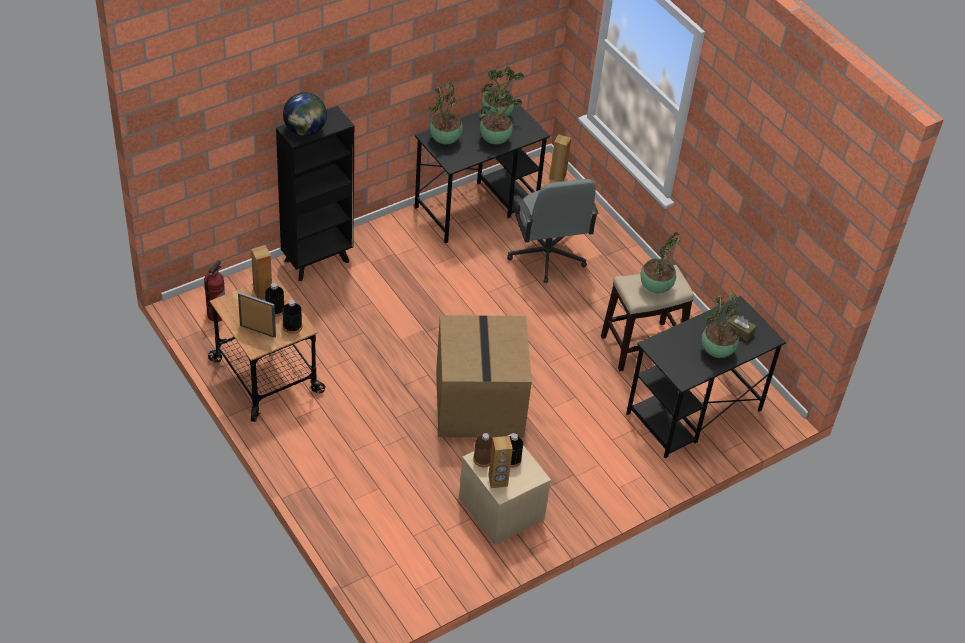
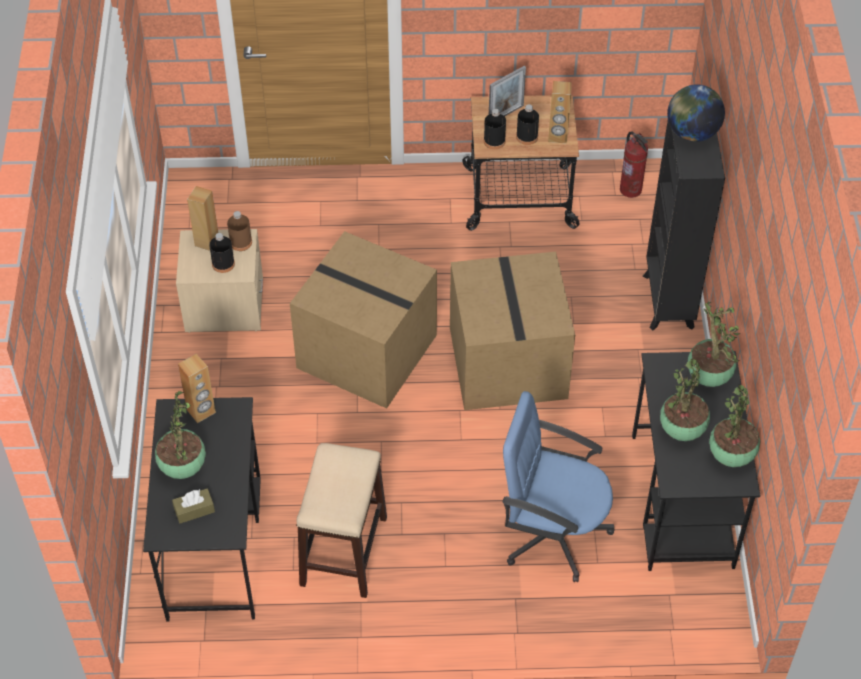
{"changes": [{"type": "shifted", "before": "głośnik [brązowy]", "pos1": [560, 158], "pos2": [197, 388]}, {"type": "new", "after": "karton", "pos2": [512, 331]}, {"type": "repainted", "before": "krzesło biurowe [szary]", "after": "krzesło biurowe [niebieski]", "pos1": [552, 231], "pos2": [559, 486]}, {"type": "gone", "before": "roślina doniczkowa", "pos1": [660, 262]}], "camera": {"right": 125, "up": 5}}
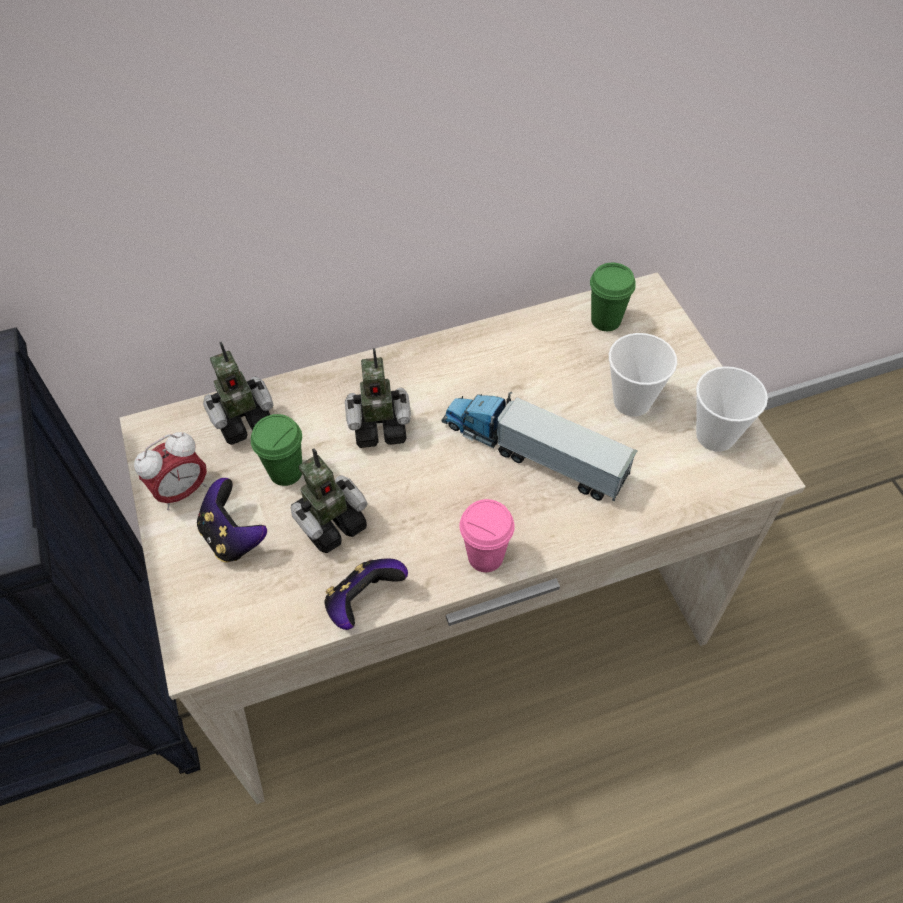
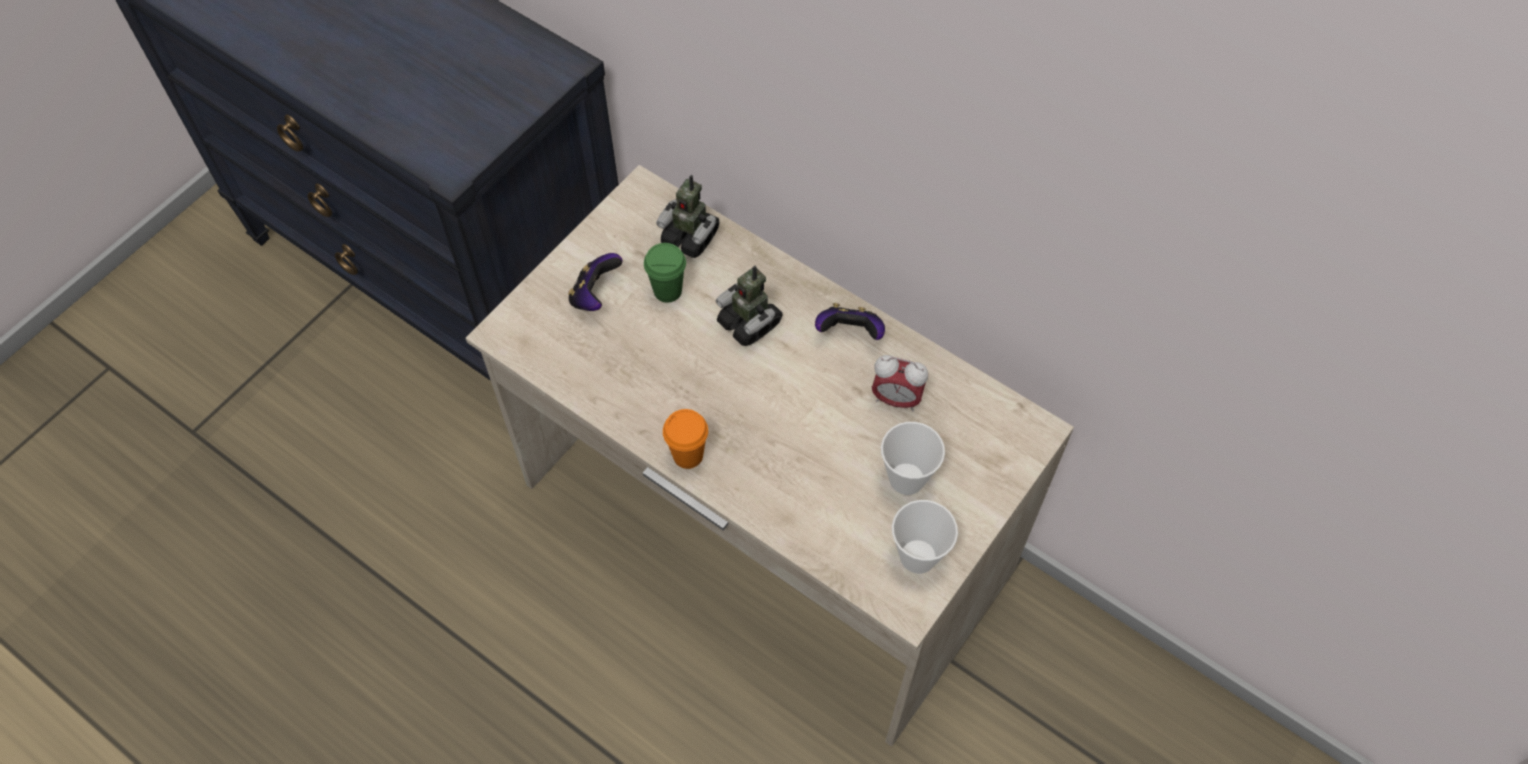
{"changes": [{"type": "repainted", "before": "filiżanka [różowy]", "after": "filiżanka [pomarańczowy]", "pos1": [487, 535], "pos2": [685, 439]}, {"type": "shifted", "before": "pad do gier", "pos1": [366, 594], "pos2": [850, 321]}, {"type": "shifted", "before": "budzik", "pos1": [170, 471], "pos2": [900, 383]}, {"type": "gone", "before": "robot zabawkowy", "pos1": [329, 501]}, {"type": "gone", "before": "ciężarówka zabawkowa", "pos1": [540, 446]}, {"type": "gone", "before": "filiżanka [zielony]", "pos1": [613, 297]}], "camera": {"right": 55, "up": 5}}
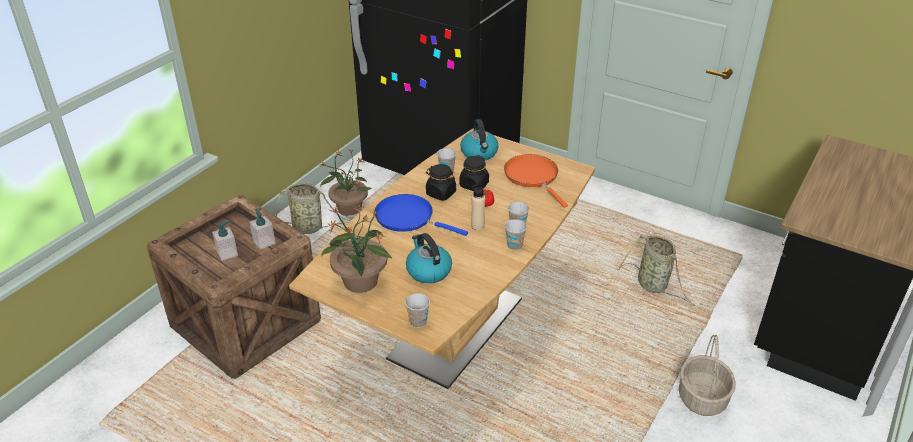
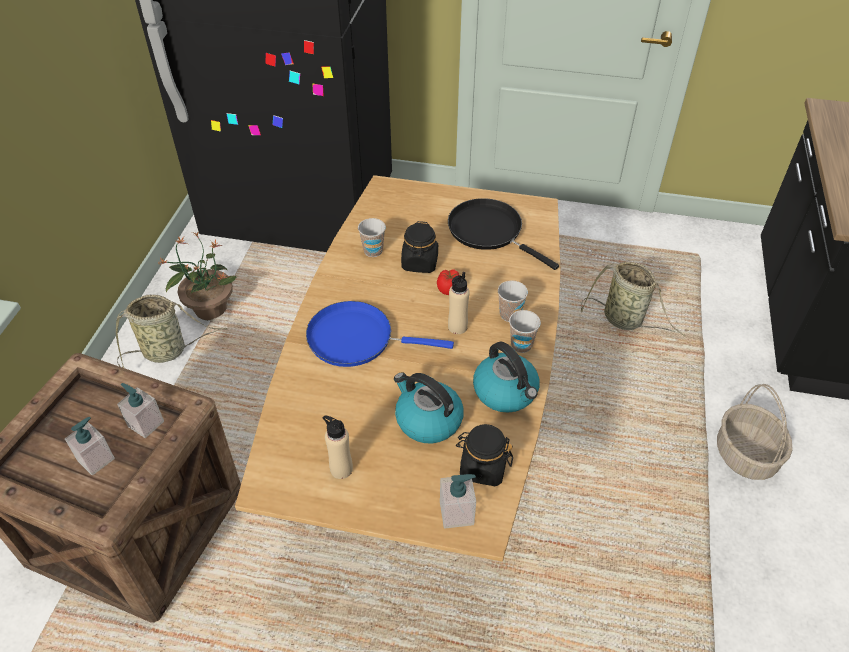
{"changes": [{"type": "swapped", "before": "roślina doniczkowa", "after": "butelka [beżowy]", "pos1": [356, 248], "pos2": [338, 447]}, {"type": "swapped", "before": "filiżanka", "after": "dozownik mydła", "pos1": [417, 310], "pos2": [458, 501]}, {"type": "repainted", "before": "patelnia [pomarańczowy]", "after": "patelnia [czarny]", "pos1": [536, 181], "pos2": [503, 234]}, {"type": "shifted", "before": "słoik [czarny]", "pos1": [441, 182], "pos2": [484, 455]}, {"type": "shifted", "before": "czajnik", "pos1": [479, 139], "pos2": [506, 377]}], "camera": {"right": -20, "up": 10}}
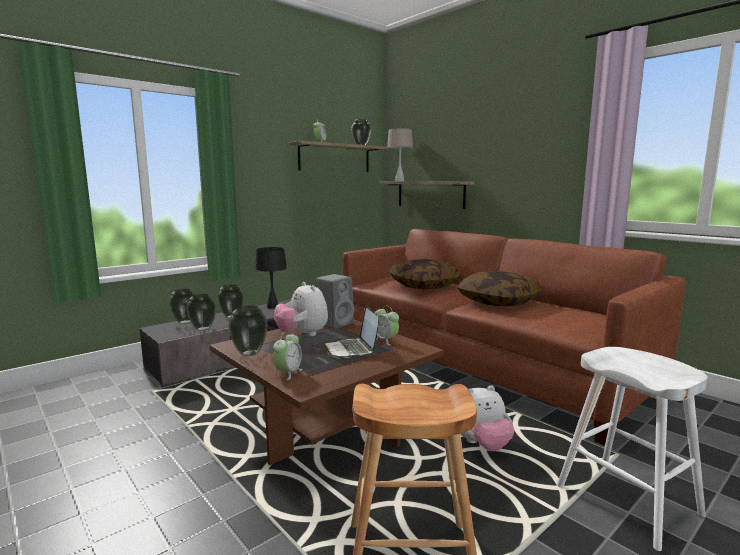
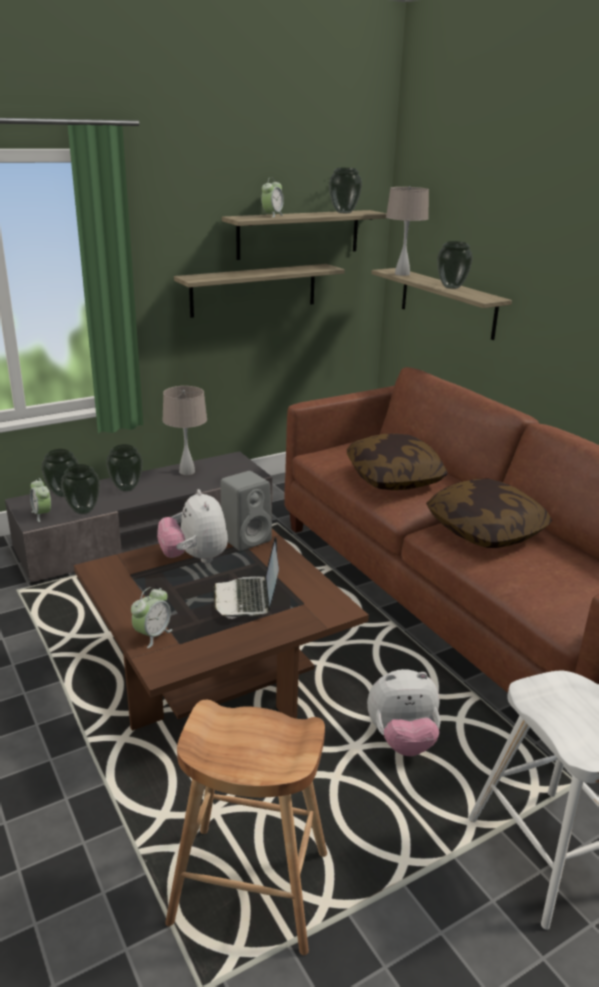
{"changes": [{"type": "shifted", "before": "budzik", "pos1": [387, 325], "pos2": [40, 500]}, {"type": "repainted", "before": "lampa stołowa [czarny]", "after": "lampa stołowa [beżowy]", "pos1": [271, 278], "pos2": [184, 430]}, {"type": "new", "after": "półka", "pos2": [259, 291]}, {"type": "shifted", "before": "wazon", "pos1": [248, 330], "pos2": [455, 265]}], "camera": {"right": 10, "up": 15}}
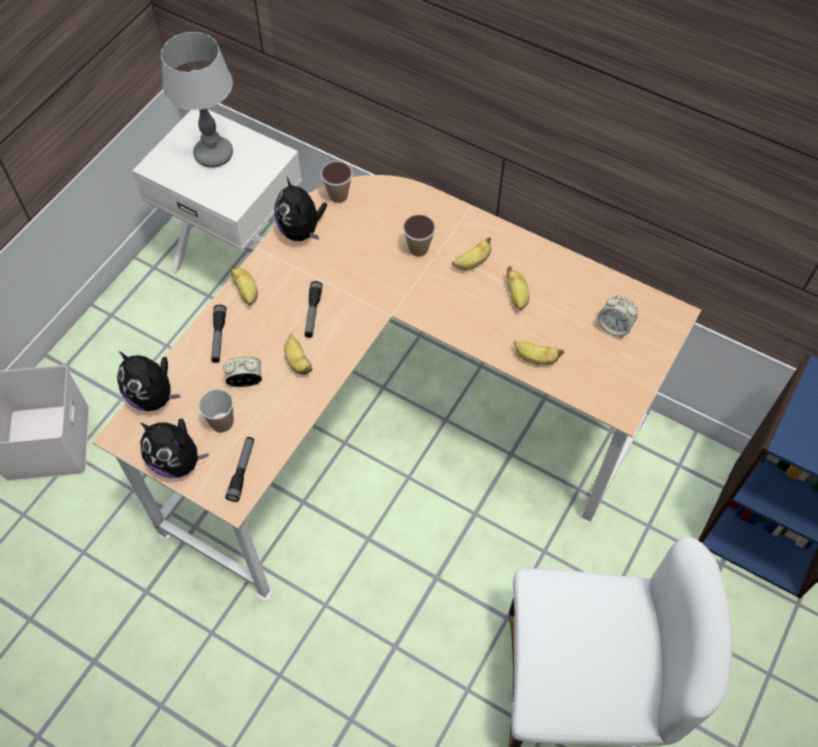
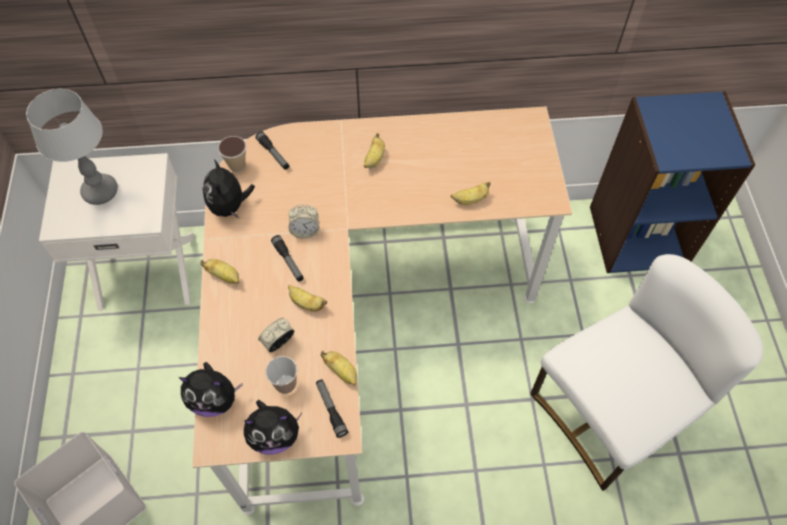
{"changes": [{"type": "rotated", "before": "pluszak", "pos1": [300, 208], "pos2": [228, 188], "turn": 45}, {"type": "shifted", "before": "latarka", "pos1": [218, 334], "pos2": [272, 150]}, {"type": "shifted", "before": "budzik", "pos1": [618, 316], "pos2": [303, 221]}, {"type": "shifted", "before": "banan", "pos1": [517, 288], "pos2": [339, 368]}, {"type": "gone", "before": "filiżanka", "pos1": [419, 235]}], "camera": {"right": -35, "up": 0}}
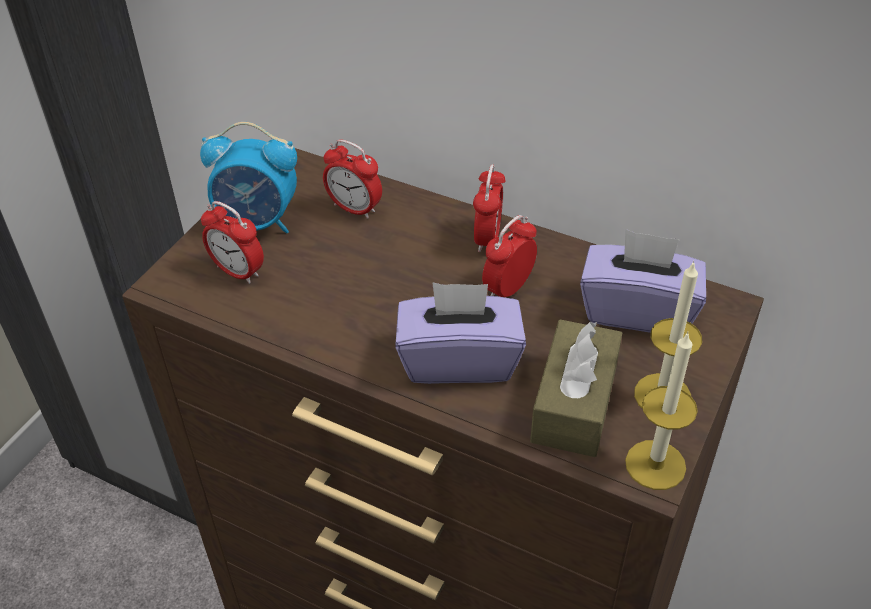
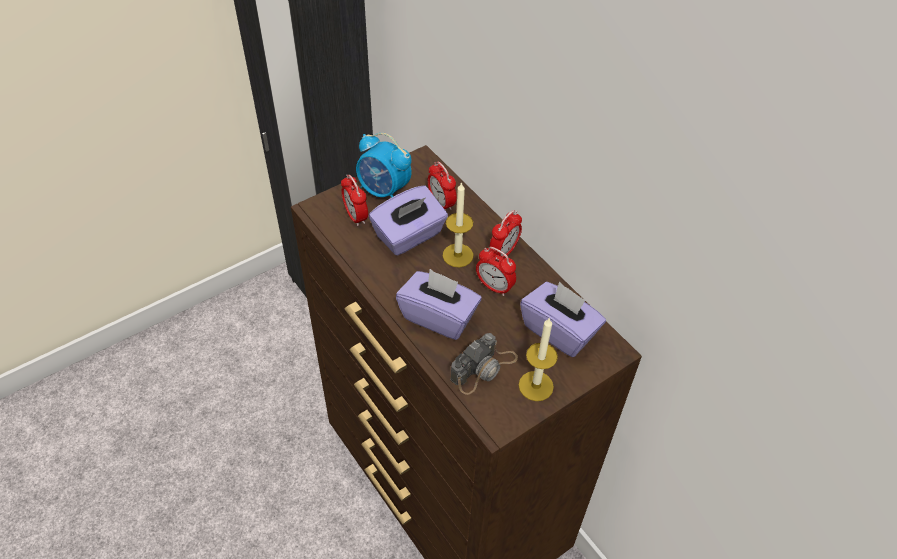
{"changes": [{"type": "new", "after": "pudełko chusteczek [fioletowy]", "pos2": [408, 220]}, {"type": "shifted", "before": "świeca", "pos1": [661, 410], "pos2": [457, 224]}, {"type": "swapped", "before": "pudełko chusteczek [brązowy]", "after": "aparat fotograficzny", "pos1": [576, 388], "pos2": [484, 364]}, {"type": "rotated", "before": "budzik", "pos1": [509, 256], "pos2": [496, 271], "turn": -120}], "camera": {"right": 25, "up": 5}}
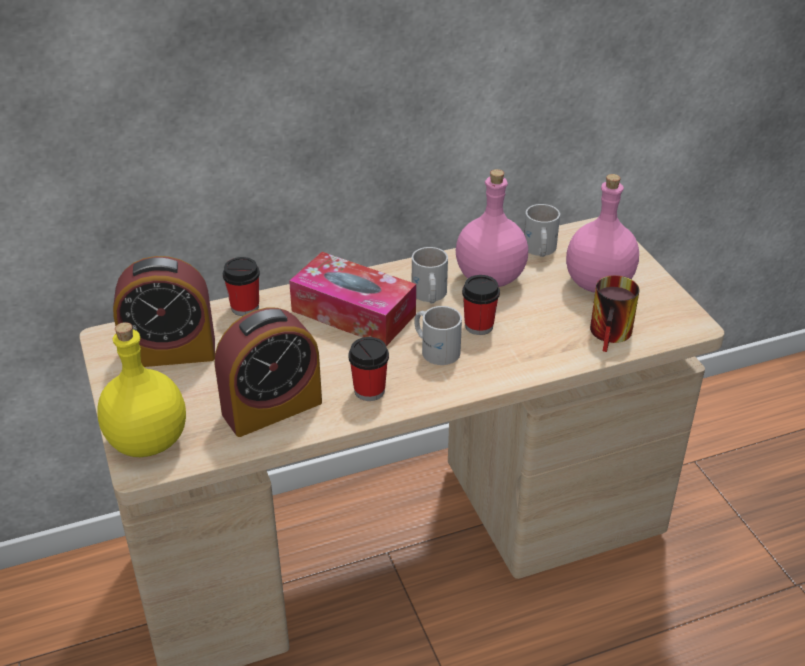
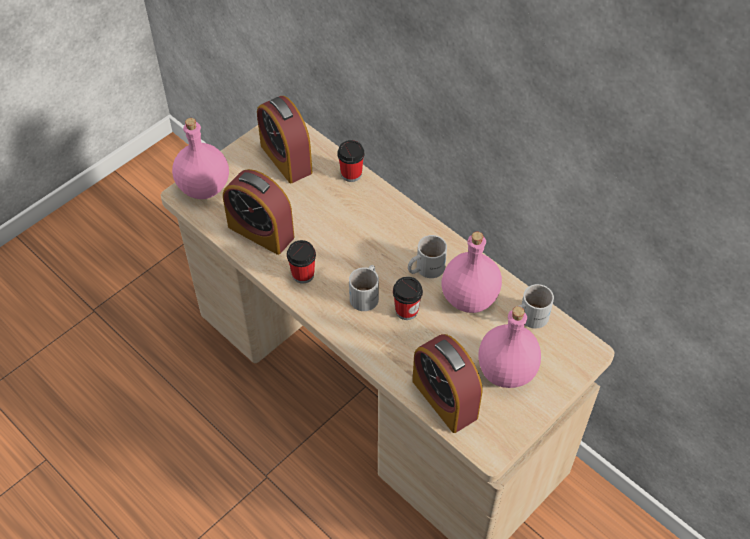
{"changes": [{"type": "repainted", "before": "butelka [żółty]", "after": "butelka [różowy]", "pos1": [141, 389], "pos2": [200, 158]}, {"type": "swapped", "before": "kubek", "after": "budzik", "pos1": [614, 313], "pos2": [447, 383]}, {"type": "gone", "before": "pudełko chusteczek", "pos1": [352, 299]}], "camera": {"right": 65, "up": 15}}
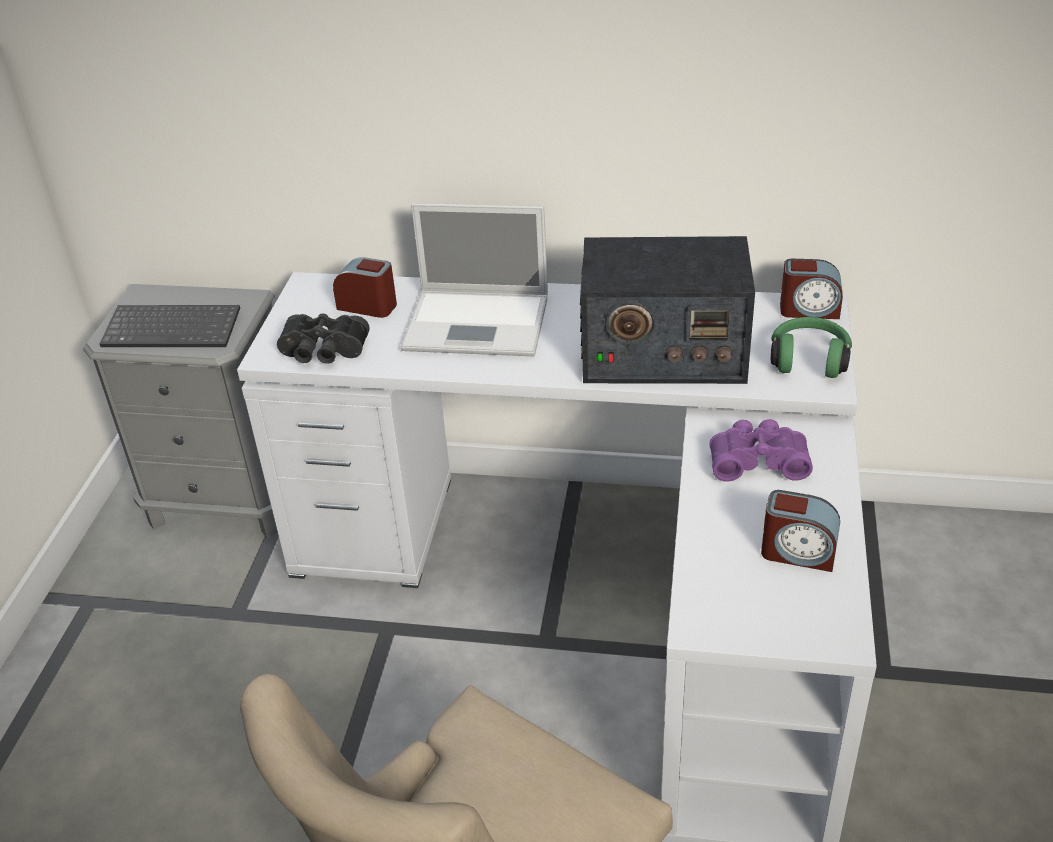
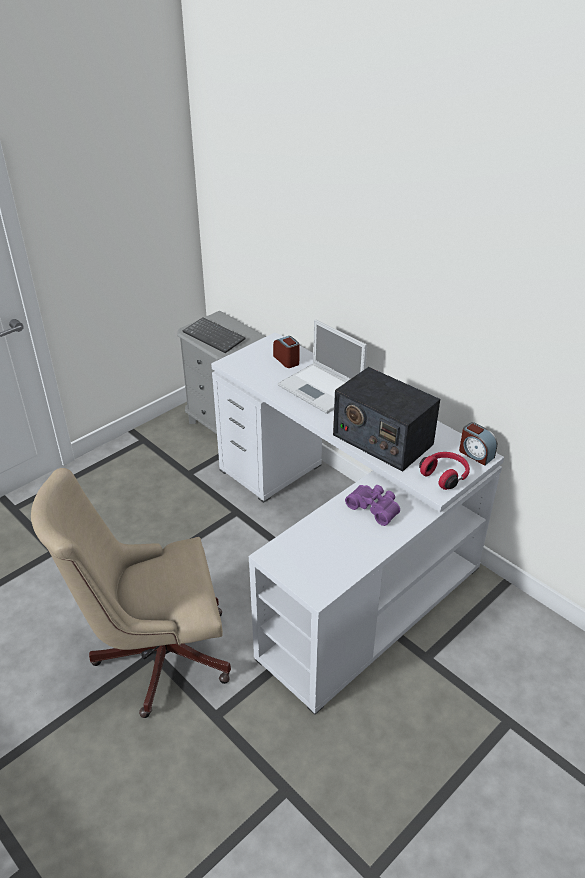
{"changes": [{"type": "repainted", "before": "słuchawki [zielony]", "after": "słuchawki [czerwony]", "pos1": [811, 347], "pos2": [444, 471]}, {"type": "gone", "before": "lornetka [czarny]", "pos1": [323, 338]}, {"type": "gone", "before": "budzik", "pos1": [800, 531]}], "camera": {"right": 35, "up": 0}}
